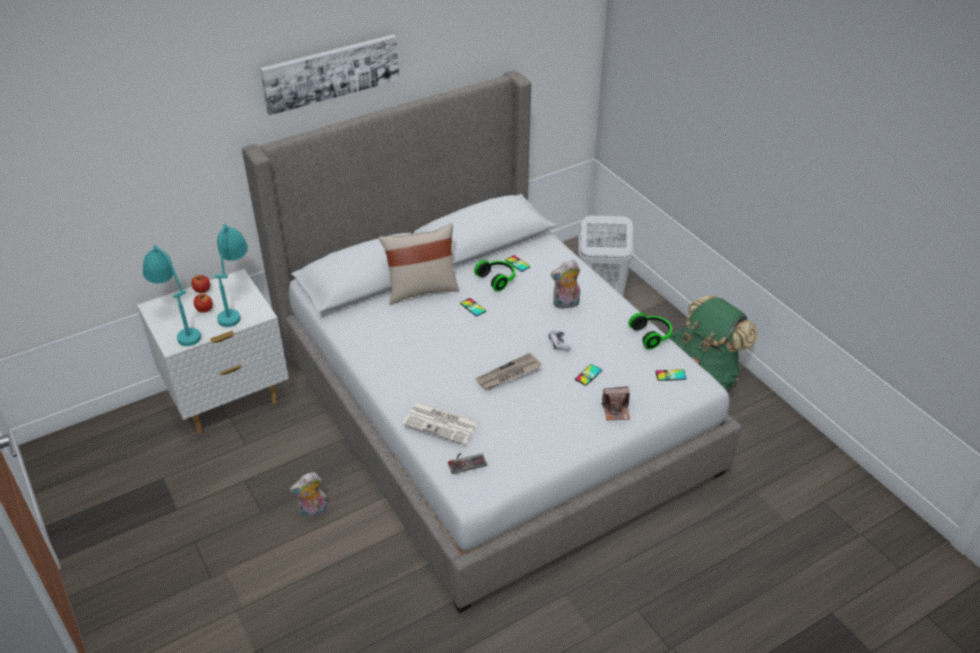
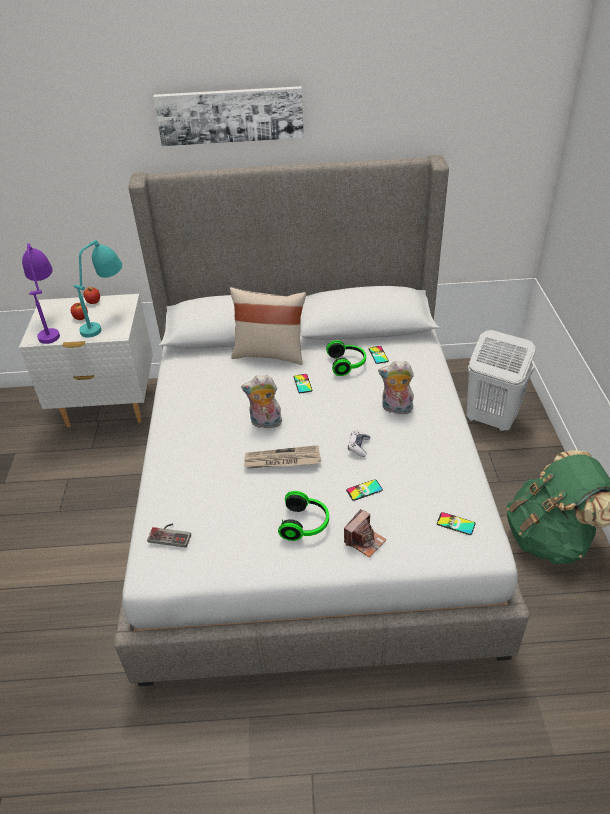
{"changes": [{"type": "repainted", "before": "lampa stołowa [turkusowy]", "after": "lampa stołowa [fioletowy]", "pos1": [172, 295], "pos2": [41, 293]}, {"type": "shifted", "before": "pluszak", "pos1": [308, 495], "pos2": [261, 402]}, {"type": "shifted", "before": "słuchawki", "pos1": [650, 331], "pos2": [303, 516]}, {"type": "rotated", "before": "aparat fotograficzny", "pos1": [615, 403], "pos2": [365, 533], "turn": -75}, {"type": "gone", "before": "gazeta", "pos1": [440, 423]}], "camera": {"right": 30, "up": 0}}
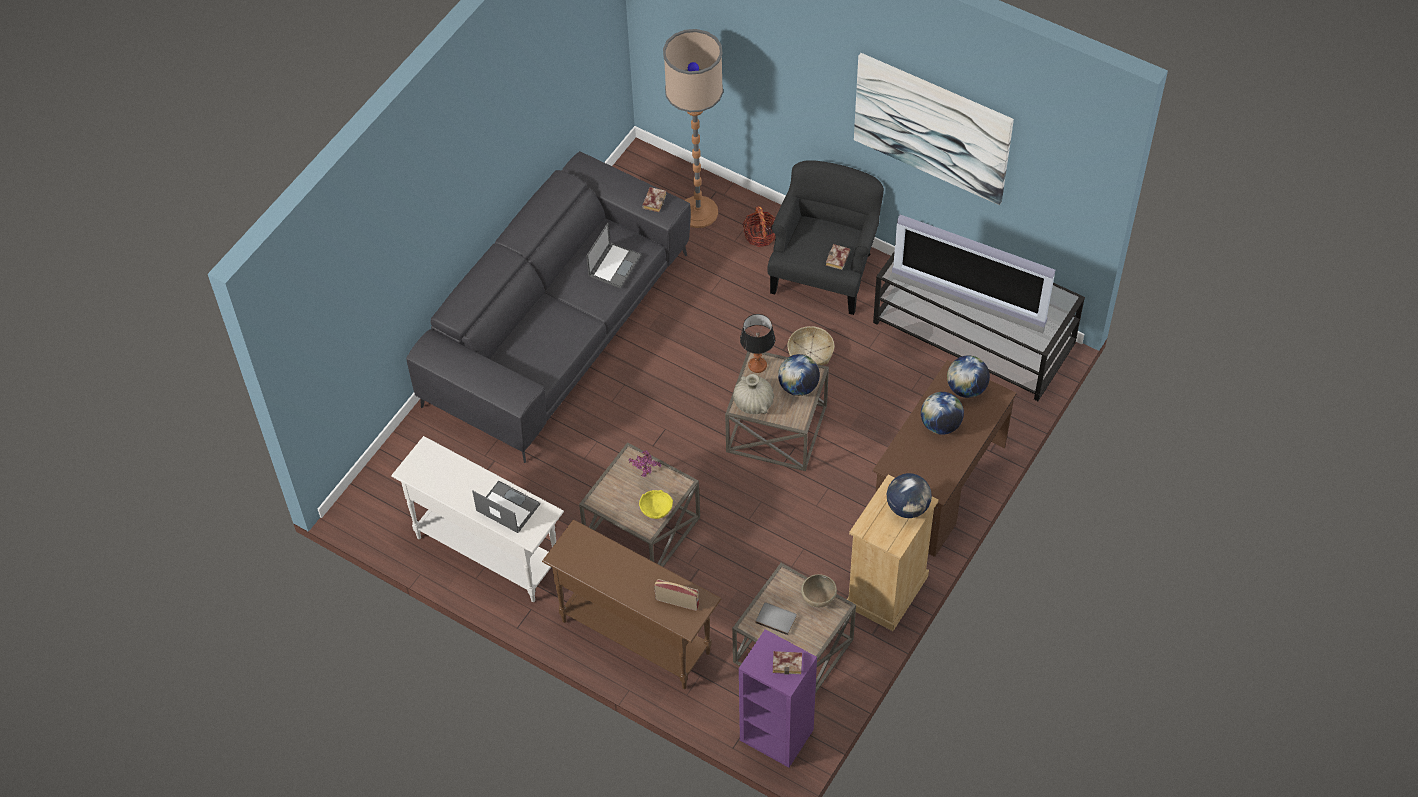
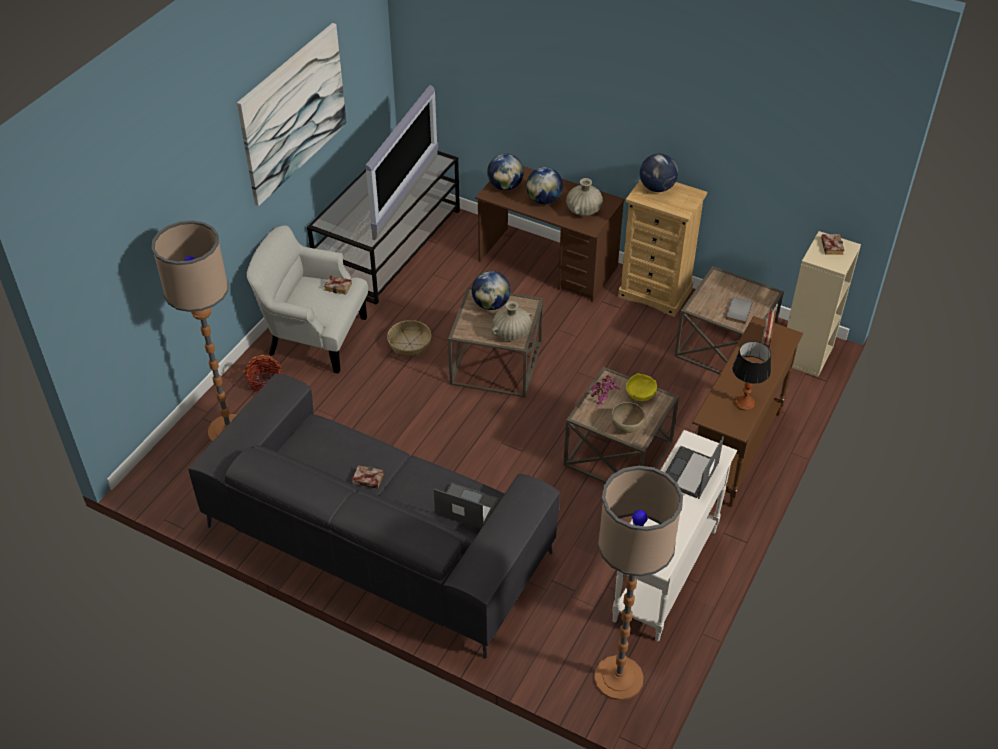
{"changes": [{"type": "repainted", "before": "fotel [czarny]", "after": "fotel [biały]", "pos1": [825, 237], "pos2": [307, 300]}, {"type": "shifted", "before": "książka", "pos1": [654, 199], "pos2": [368, 477]}, {"type": "shifted", "before": "laptop", "pos1": [614, 256], "pos2": [466, 506]}, {"type": "new", "after": "wazon [beżowy]", "pos2": [584, 197]}, {"type": "new", "after": "lampa stojąca", "pos2": [638, 582]}, {"type": "shifted", "before": "miska [brązowy]", "pos1": [819, 590], "pos2": [628, 417]}, {"type": "shifted", "before": "lampa stołowa", "pos1": [757, 343], "pos2": [751, 376]}, {"type": "repainted", "before": "regał [fioletowy]", "after": "regał [beżowy]", "pos1": [778, 698], "pos2": [824, 304]}], "camera": {"right": -95, "up": -10}}
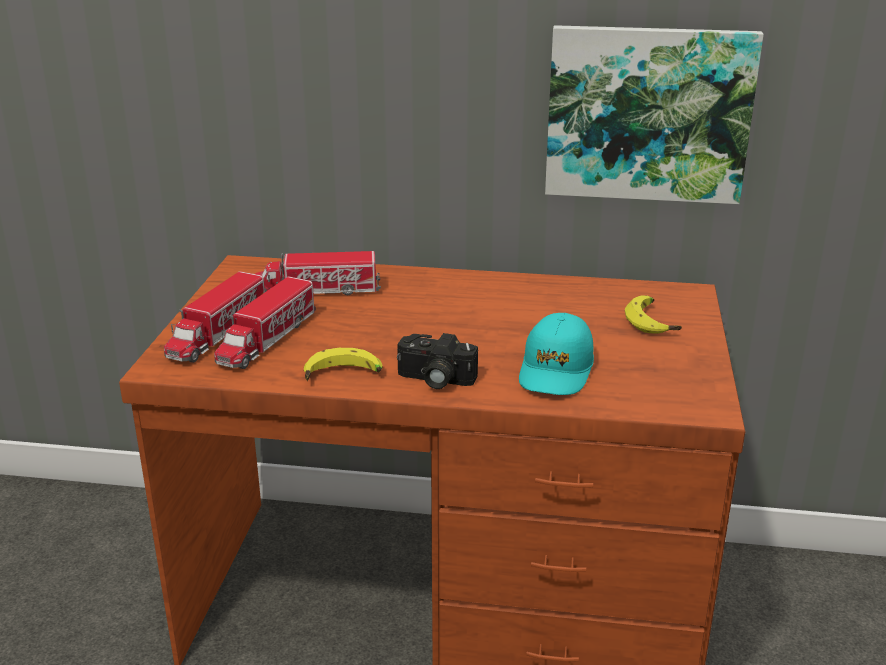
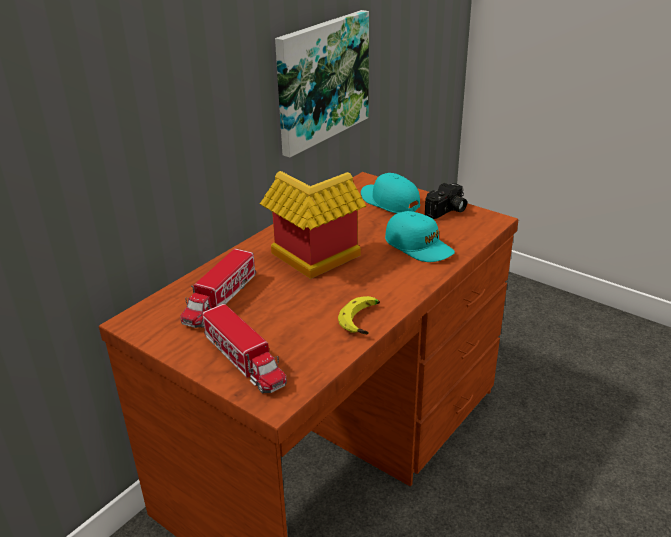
{"changes": [{"type": "new", "after": "domek", "pos2": [312, 225]}, {"type": "swapped", "before": "banan", "after": "czapka z daszkiem [turkusowy]", "pos1": [653, 314], "pos2": [390, 193]}, {"type": "shifted", "before": "aparat fotograficzny", "pos1": [437, 361], "pos2": [446, 201]}, {"type": "gone", "before": "ciężarówka zabawkowa", "pos1": [265, 322]}], "camera": {"right": -60, "up": 5}}
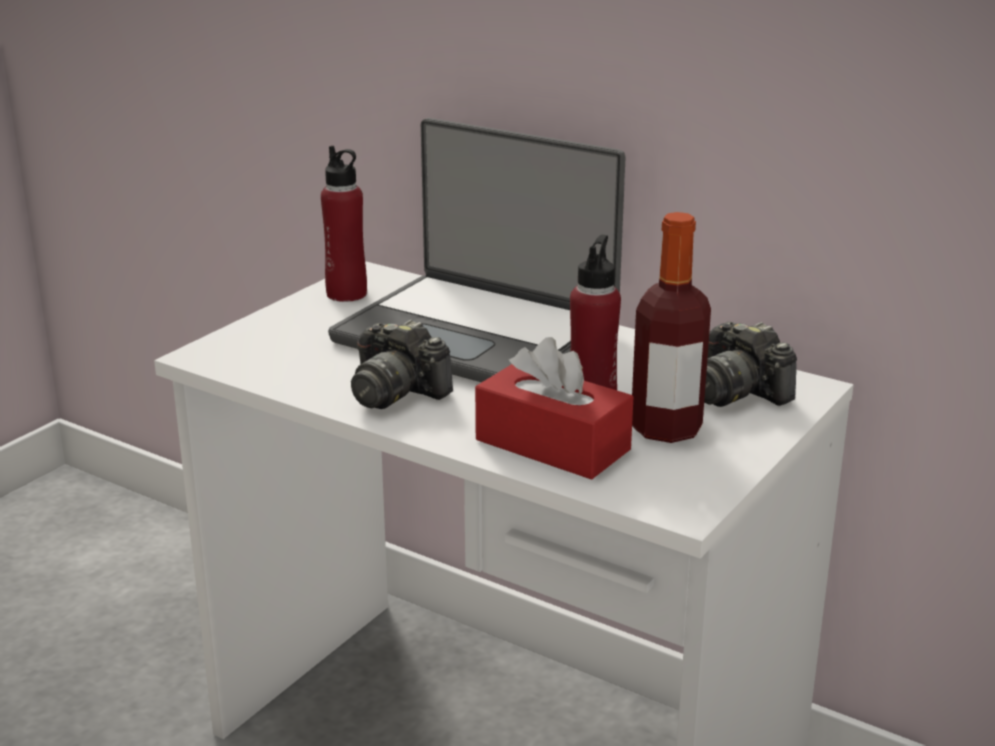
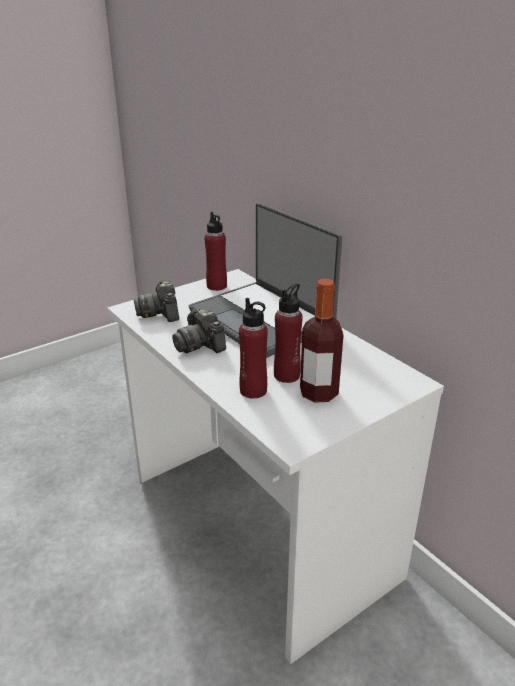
{"changes": [{"type": "shifted", "before": "aparat fotograficzny", "pos1": [750, 364], "pos2": [156, 301]}, {"type": "swapped", "before": "pudełko chusteczek [czerwony]", "after": "butelka [czerwony]", "pos1": [554, 408], "pos2": [253, 348]}], "camera": {"right": 20, "up": 5}}
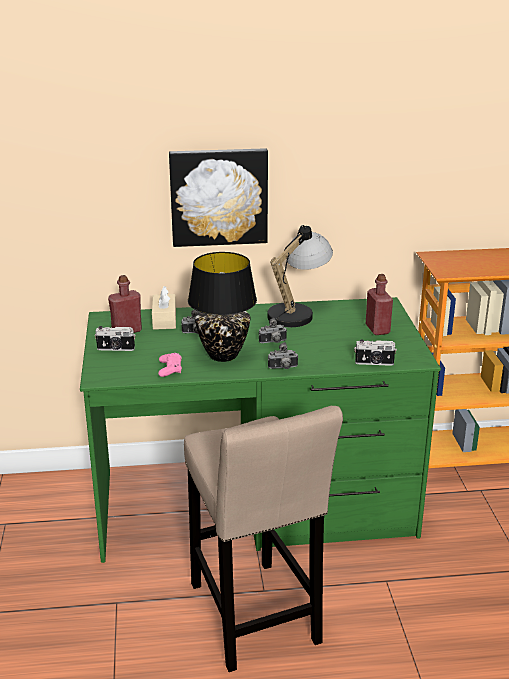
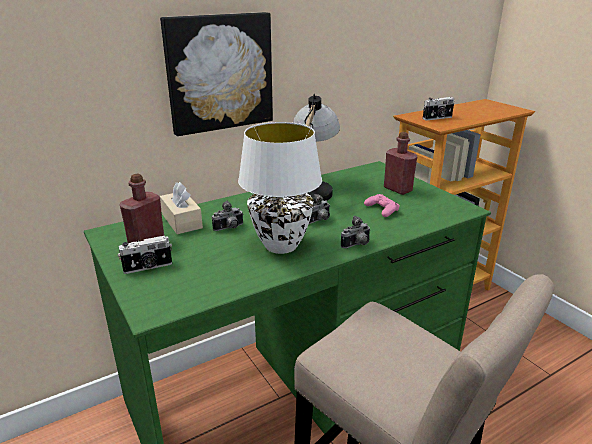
{"changes": [{"type": "repainted", "before": "lampa stołowa [czarny]", "after": "lampa stołowa [biały]", "pos1": [222, 307], "pos2": [280, 188]}, {"type": "shifted", "before": "pad do gier [różowy]", "pos1": [170, 365], "pos2": [382, 205]}, {"type": "shifted", "before": "aparat fotograficzny", "pos1": [375, 352], "pos2": [438, 108]}], "camera": {"right": -25, "up": 0}}
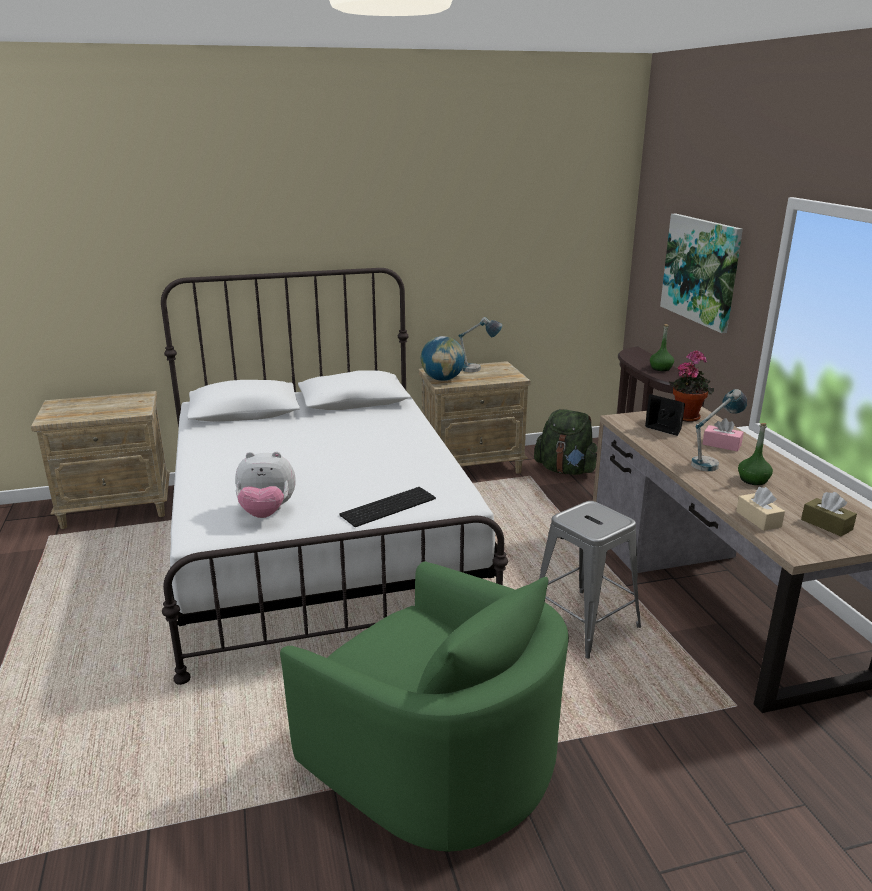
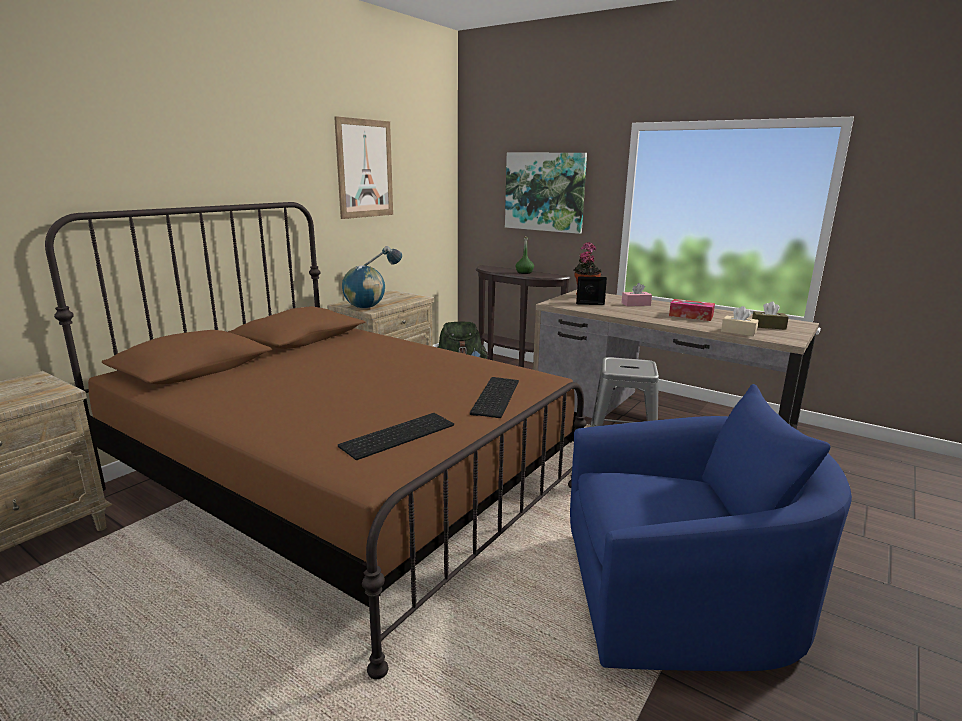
{"changes": [{"type": "repainted", "before": "łóżko [biały]", "after": "łóżko [brązowy]", "pos1": [334, 476], "pos2": [316, 440]}, {"type": "new", "after": "obraz", "pos2": [363, 167]}, {"type": "swapped", "before": "pluszak", "after": "klawiatura", "pos1": [265, 484], "pos2": [396, 436]}, {"type": "repainted", "before": "fotel [zielony]", "after": "fotel [niebieski]", "pos1": [424, 706], "pos2": [711, 527]}, {"type": "swapped", "before": "butelka [zielony]", "after": "pudełko chusteczek", "pos1": [755, 454], "pos2": [692, 310]}, {"type": "gone", "before": "lampa stołowa", "pos1": [719, 430]}], "camera": {"right": -40, "up": -5}}
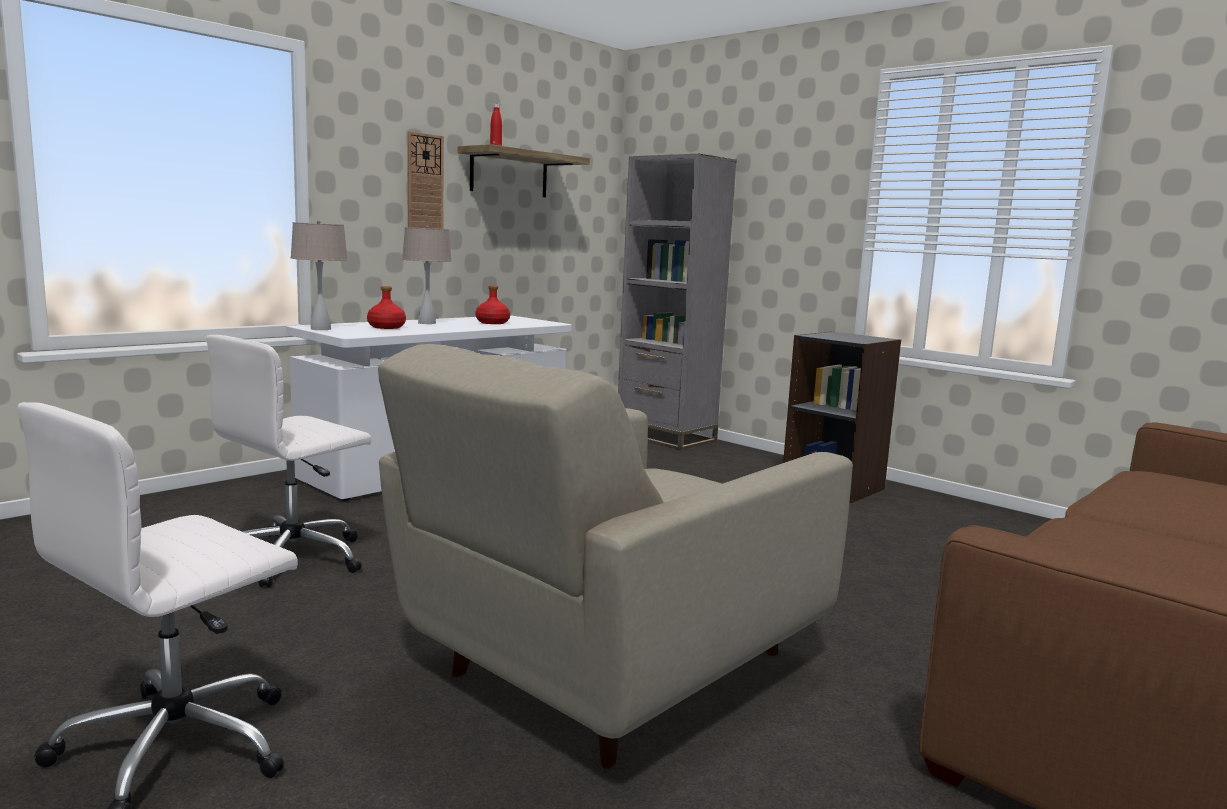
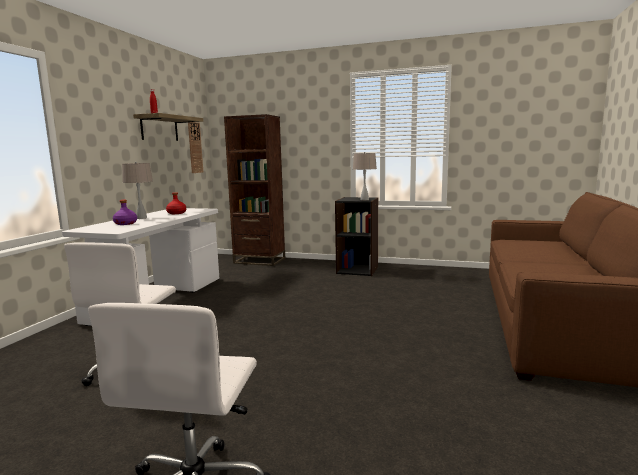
{"changes": [{"type": "repainted", "before": "butelka [czerwony]", "after": "butelka [fioletowy]", "pos1": [386, 307], "pos2": [125, 212]}, {"type": "shifted", "before": "zegar ścienny", "pos1": [425, 180], "pos2": [195, 147]}, {"type": "repainted", "before": "regał [szary]", "after": "regał [brązowy]", "pos1": [677, 302], "pos2": [254, 190]}, {"type": "shifted", "before": "lampa stołowa [beżowy]", "pos1": [319, 275], "pos2": [365, 176]}, {"type": "gone", "before": "fotel [beżowy]", "pos1": [615, 556]}], "camera": {"right": -25, "up": 0}}
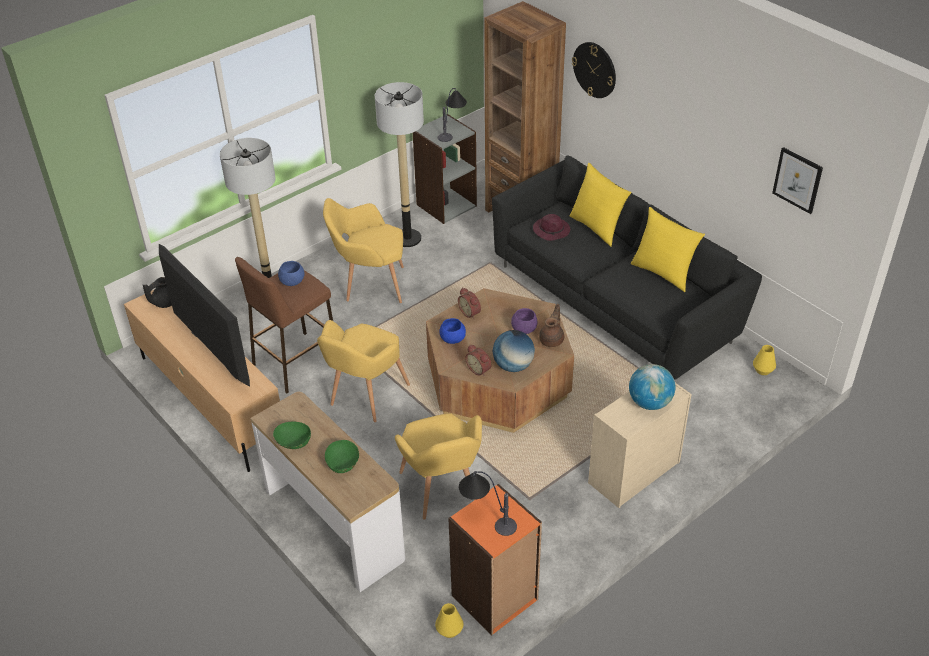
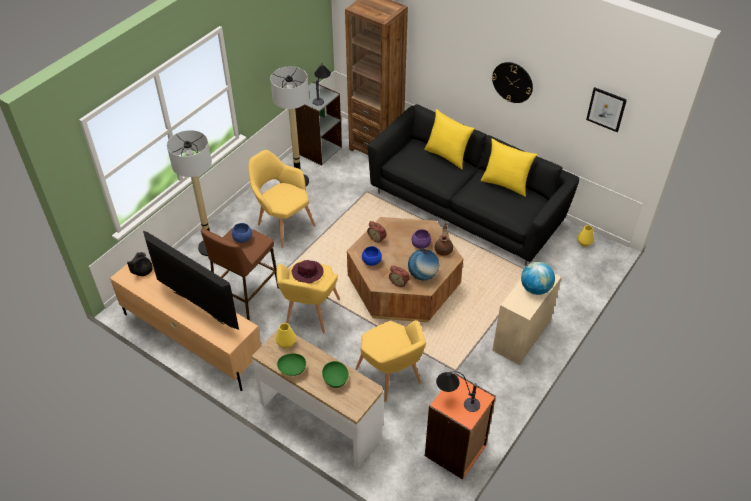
{"changes": [{"type": "rotated", "before": "fotel [żółty]", "pos1": [363, 250], "pos2": [282, 199], "turn": 60}, {"type": "shifted", "before": "wazon [żółty]", "pos1": [449, 620], "pos2": [286, 335]}, {"type": "shifted", "before": "kapelusz [fioletowy]", "pos1": [551, 227], "pos2": [308, 272]}, {"type": "shifted", "before": "zegar ścienny", "pos1": [594, 70], "pos2": [512, 82]}], "camera": {"right": -15, "up": 5}}
